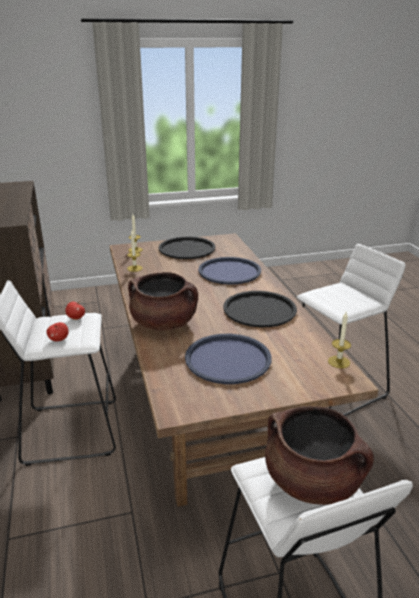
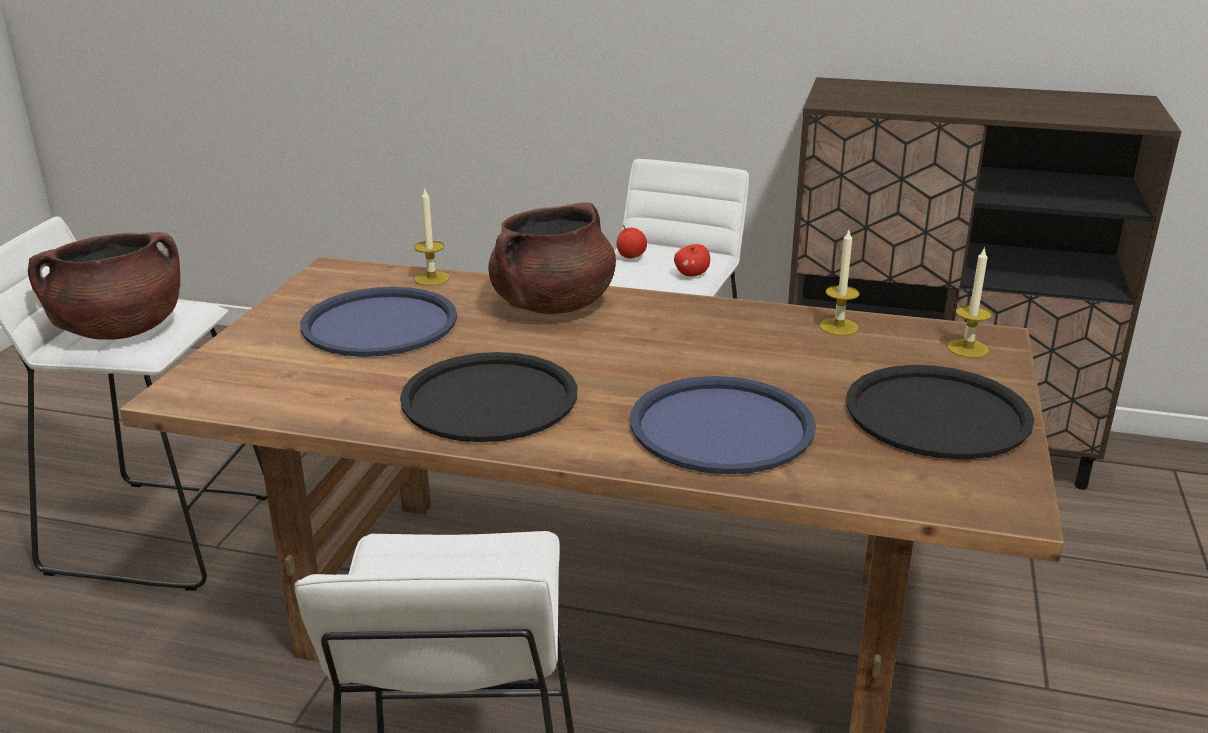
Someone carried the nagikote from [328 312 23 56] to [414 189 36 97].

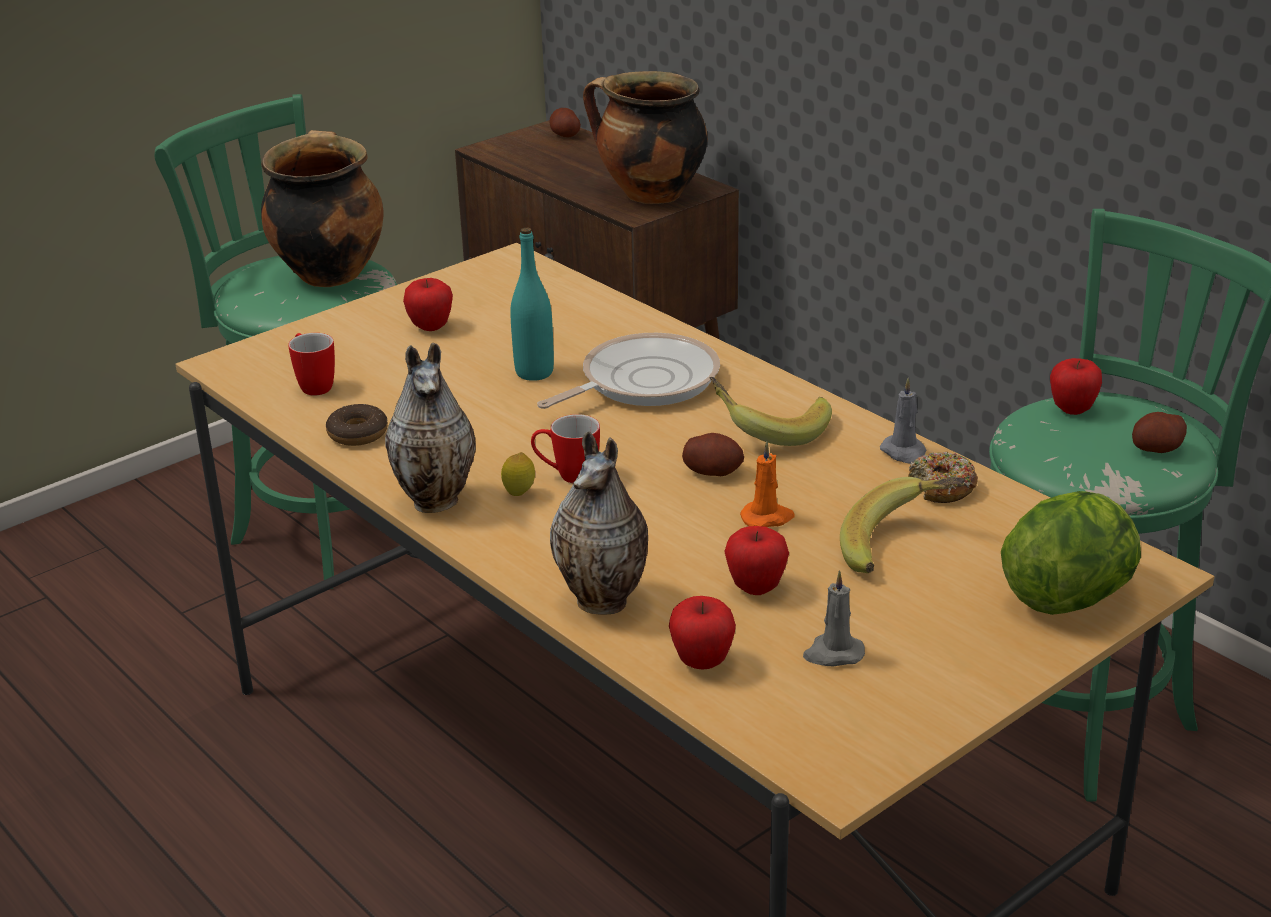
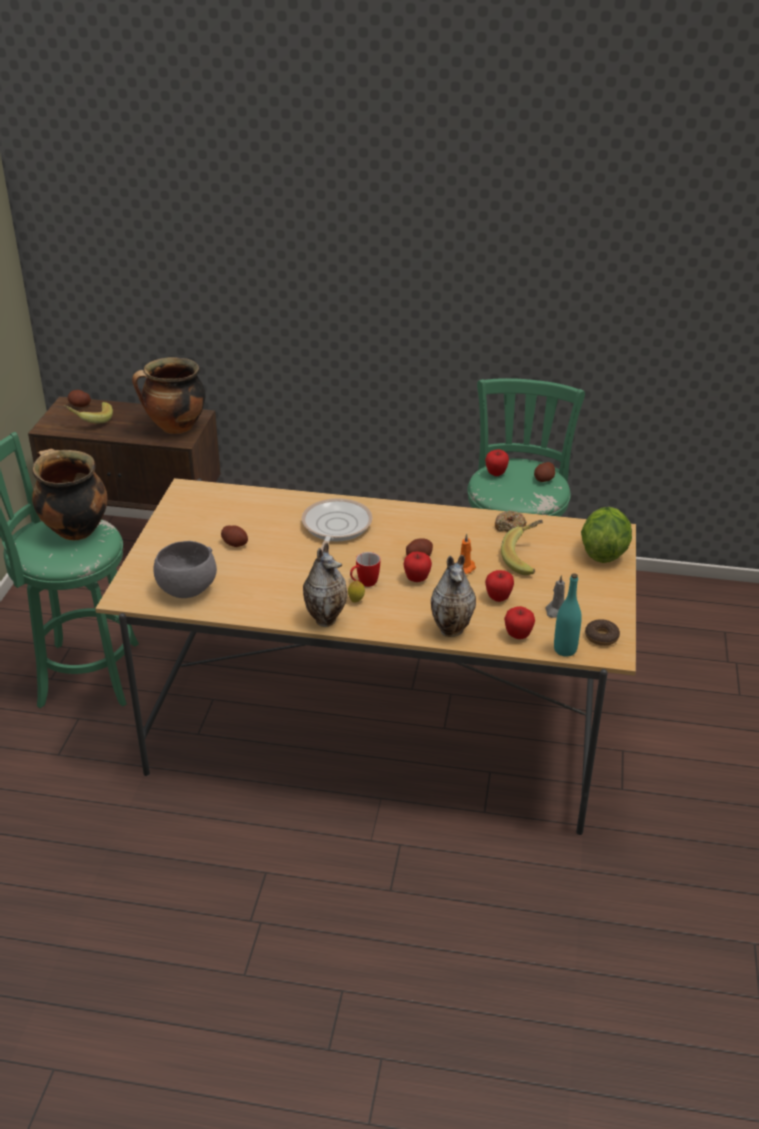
Someone carried the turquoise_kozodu from [510 227 44 154] to [554 573 28 83]. Someone carried the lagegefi from [403 278 50 53] to [404 552 28 30]. Someone swapped the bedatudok at [288 333 47 63] for the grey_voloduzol at [153 541 64 57]. Someone carried the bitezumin from [709 377 123 69] to [64 402 49 21]. Someone took away the grey_nagikote at [880 378 46 86]. Someone carried the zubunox from [326 404 62 42] to [585 619 35 27]. Someone put down the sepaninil at [221 525 27 22].

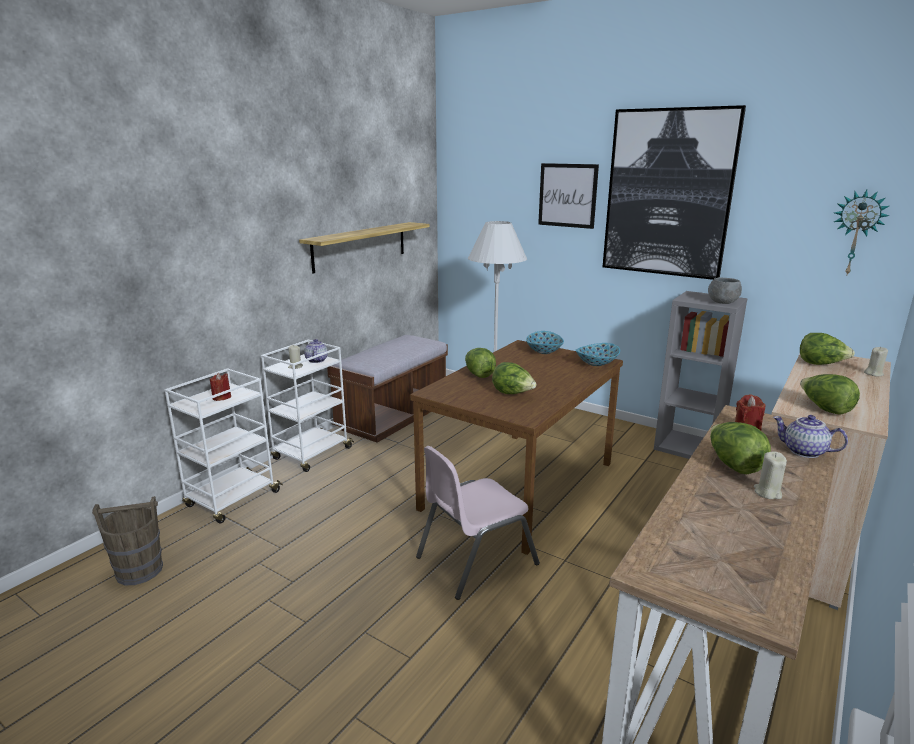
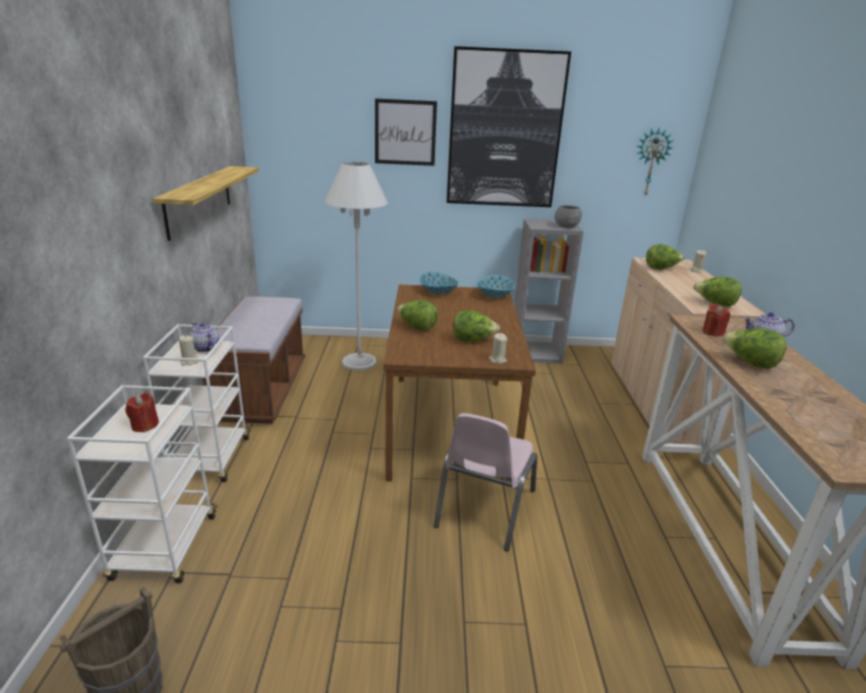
Someone carried the beige_nagikote from [754 451 33 48] to [489 333 18 31].

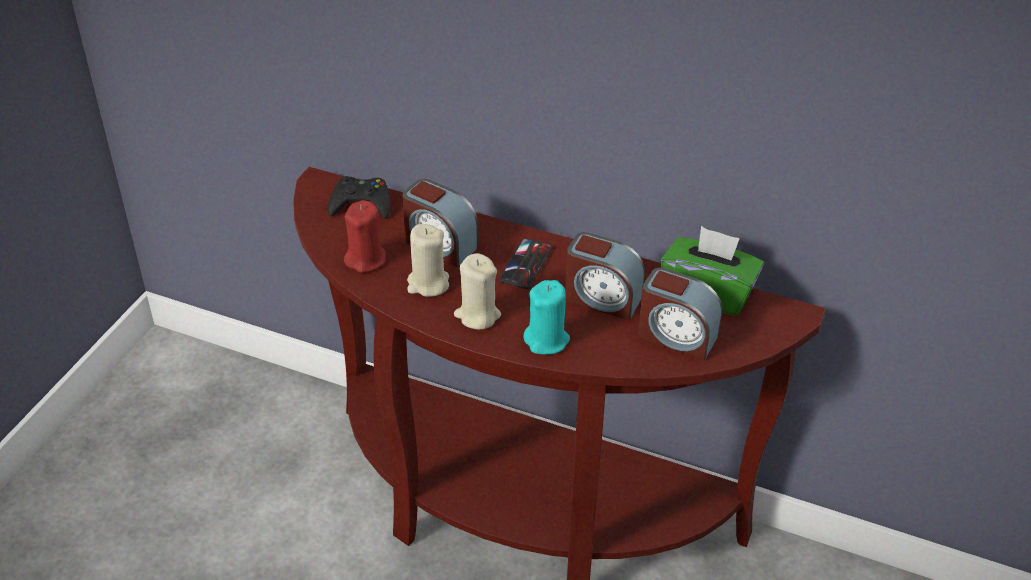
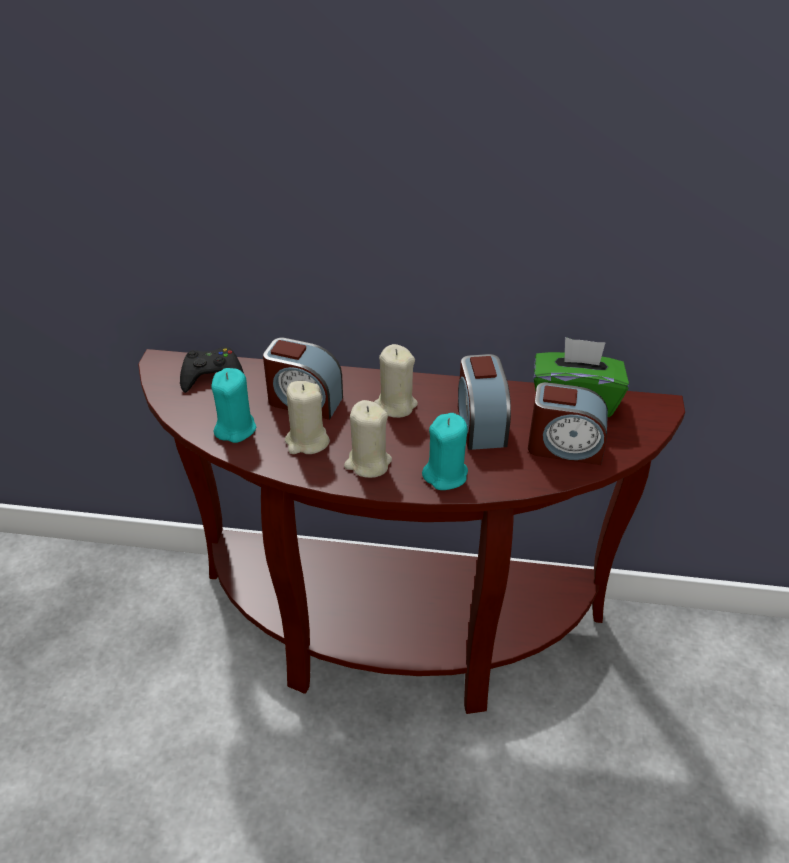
Someone repainted the red_nagikote at [344 200 42 73], which became the turquoise_nagikote at [211 368 45 75]. Someone rotated the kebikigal at [565 232 80 88] by 75 degrees clockwise. Someone swapped the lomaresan at [499 238 53 51] for the beige_nagikote at [374 344 44 74].

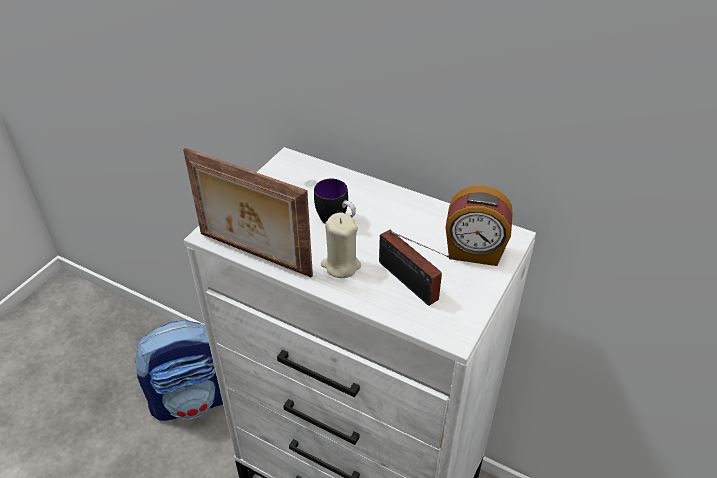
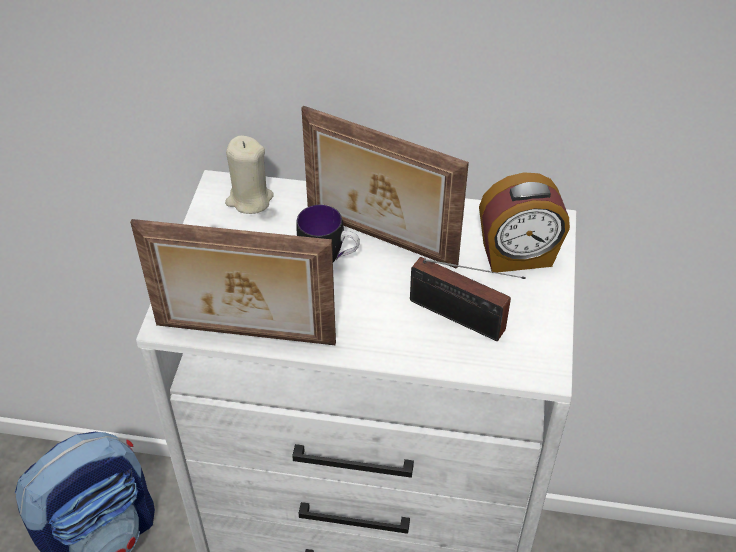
Someone carried the beige_nagikote from [321 213 40 65] to [225 135 48 79]. Someone put down the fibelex at [301 106 168 163].

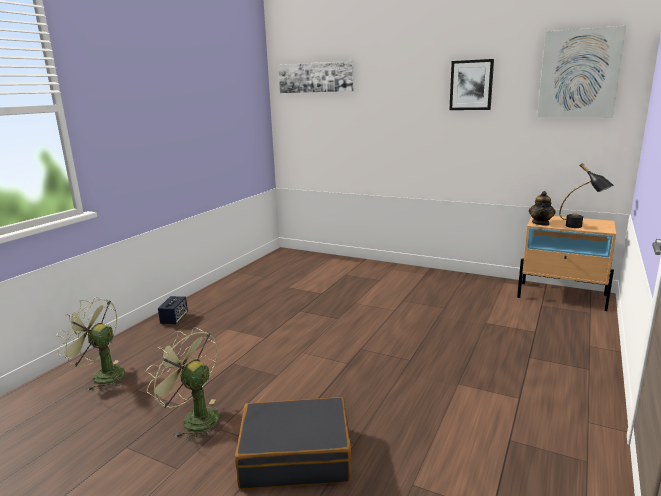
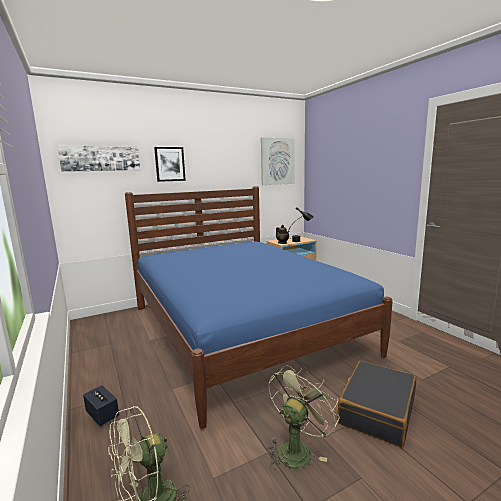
Someone carried the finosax from [449 59 45 51] to [154 147 32 35]. Someone rotated the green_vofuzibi at [146 327 73 113] by 150 degrees clockwise. Someone put down the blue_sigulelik at [125 186 268 243].

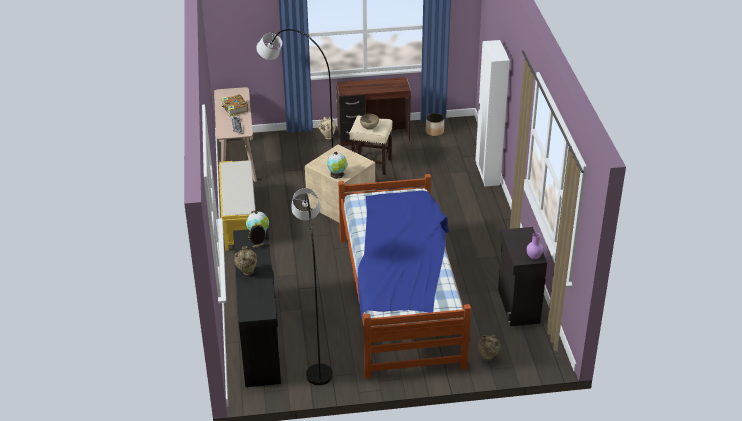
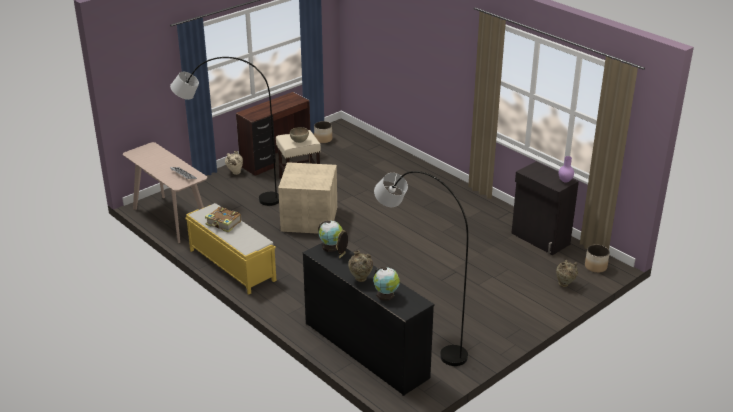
Someone took away the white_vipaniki at [475 40 35 147]. Someone carried the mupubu from [221 94 27 23] to [205 207 36 26]. Someone carried the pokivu from [327 152 20 27] to [373 267 27 34]. Someone took away the sigulelik at [338 174 133 205]. Someone put down the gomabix at [585 244 25 29].

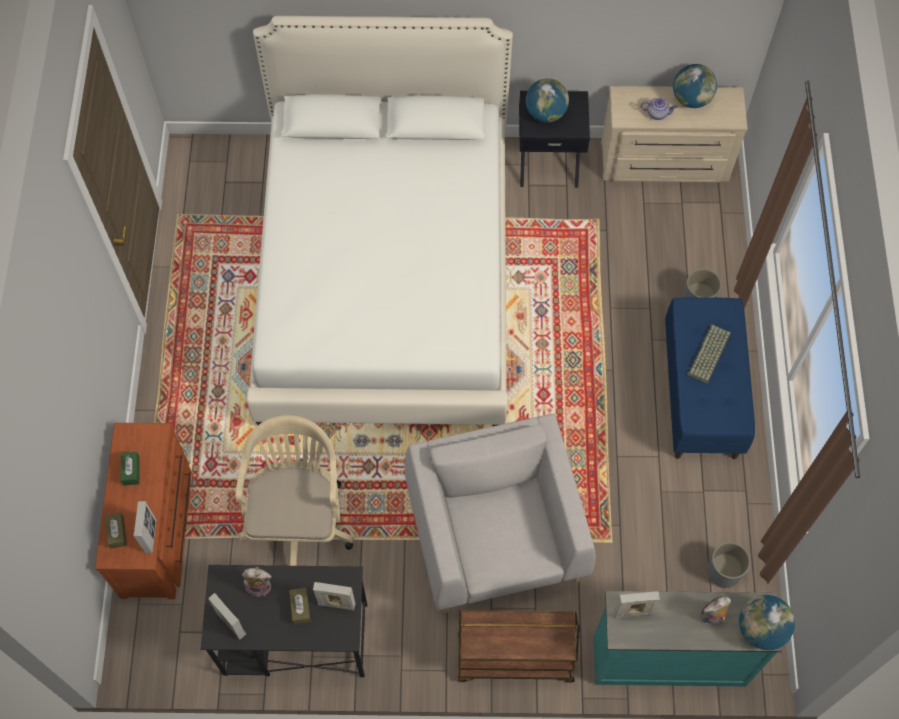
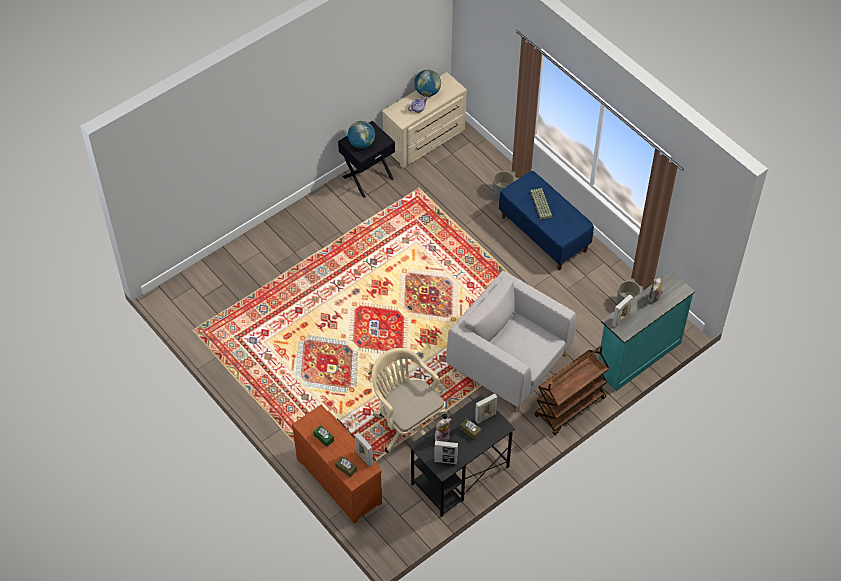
Someone took away the white_sigulelik at [246 16 267 410]. Someone took away the pokivu at [739 595 56 55].

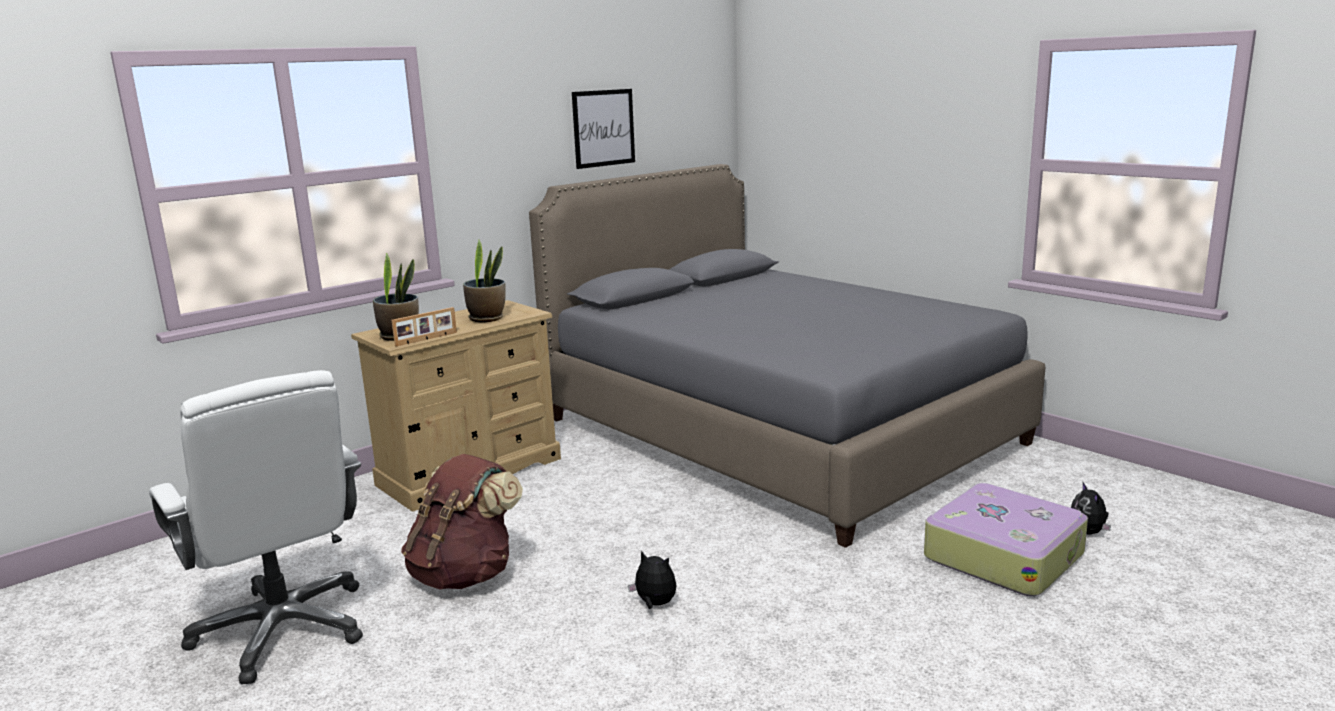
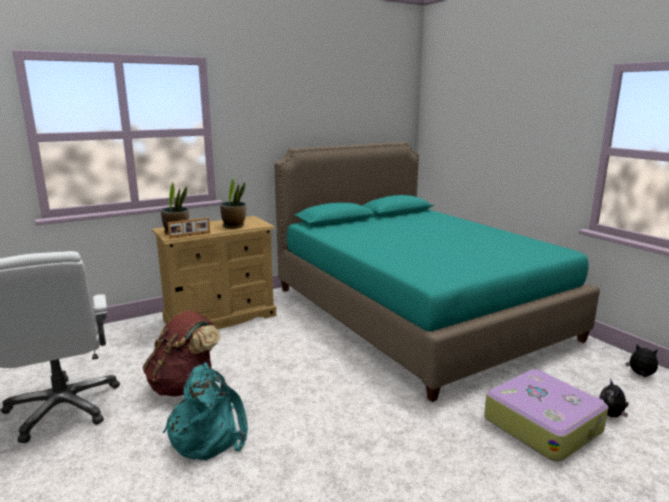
Someone took away the finosax at [572 89 63 80]. Someone repainted the grey_sigulelik at [529 164 516 384], which became the turquoise_sigulelik at [274 142 326 260]. Someone carried the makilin from [628 550 49 59] to [626 344 32 33]. Someone put down the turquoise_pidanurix at [163 362 85 98].

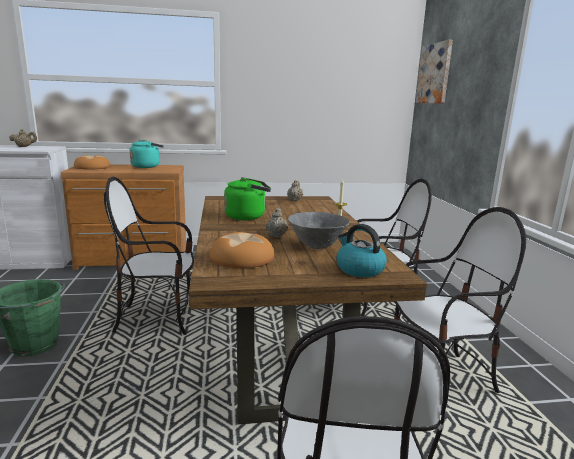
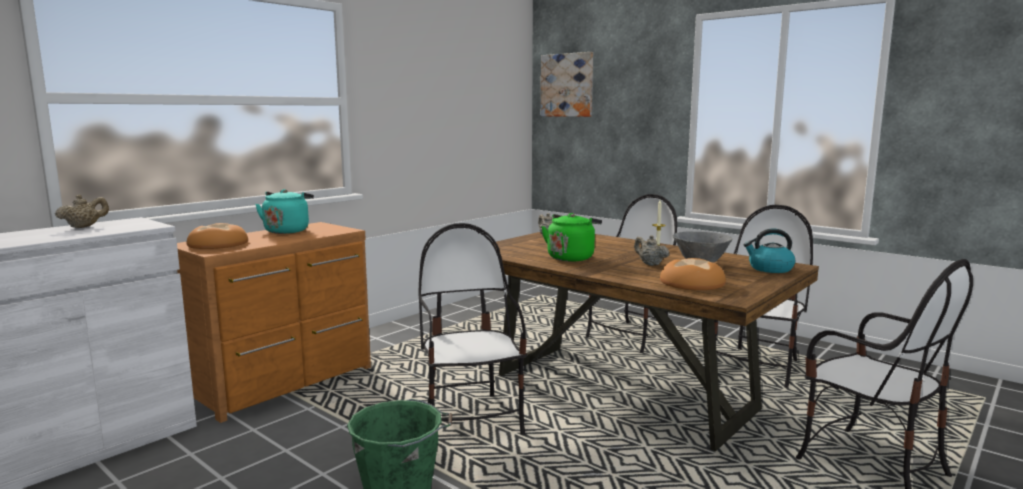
Someone rotated the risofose at [104 177 90 158] by 120 degrees clockwise.

